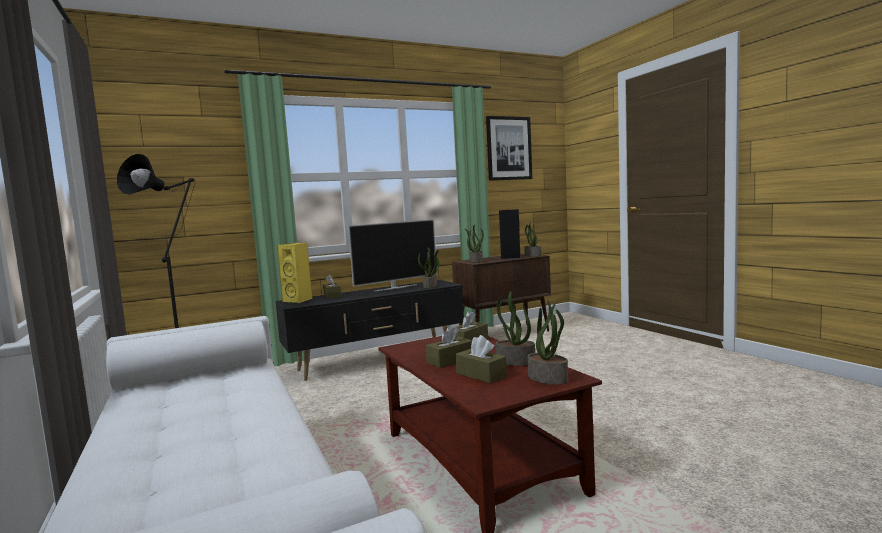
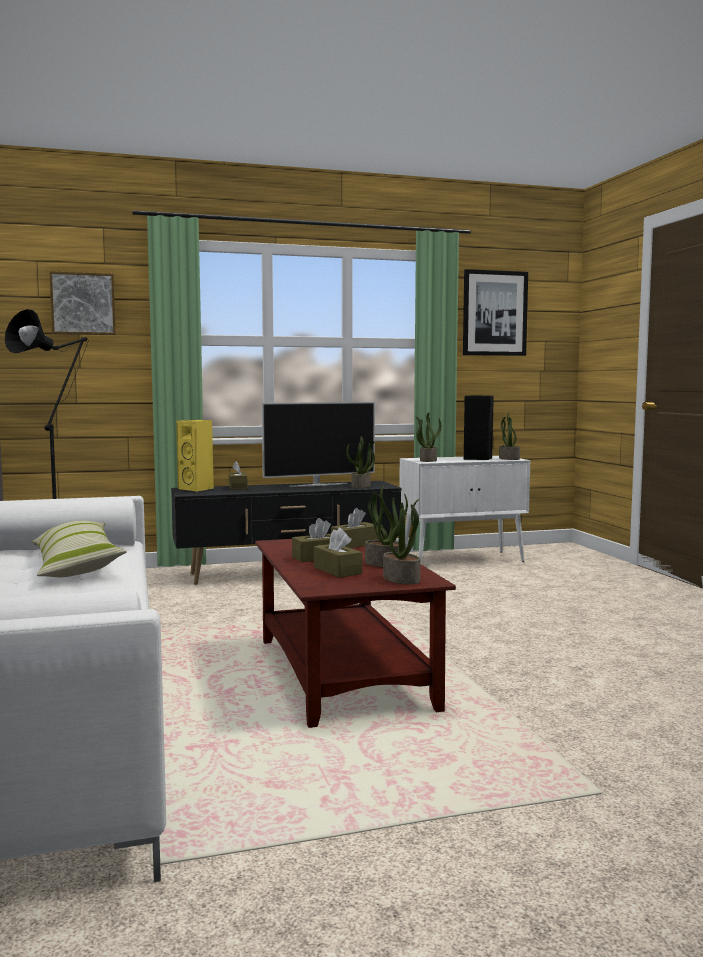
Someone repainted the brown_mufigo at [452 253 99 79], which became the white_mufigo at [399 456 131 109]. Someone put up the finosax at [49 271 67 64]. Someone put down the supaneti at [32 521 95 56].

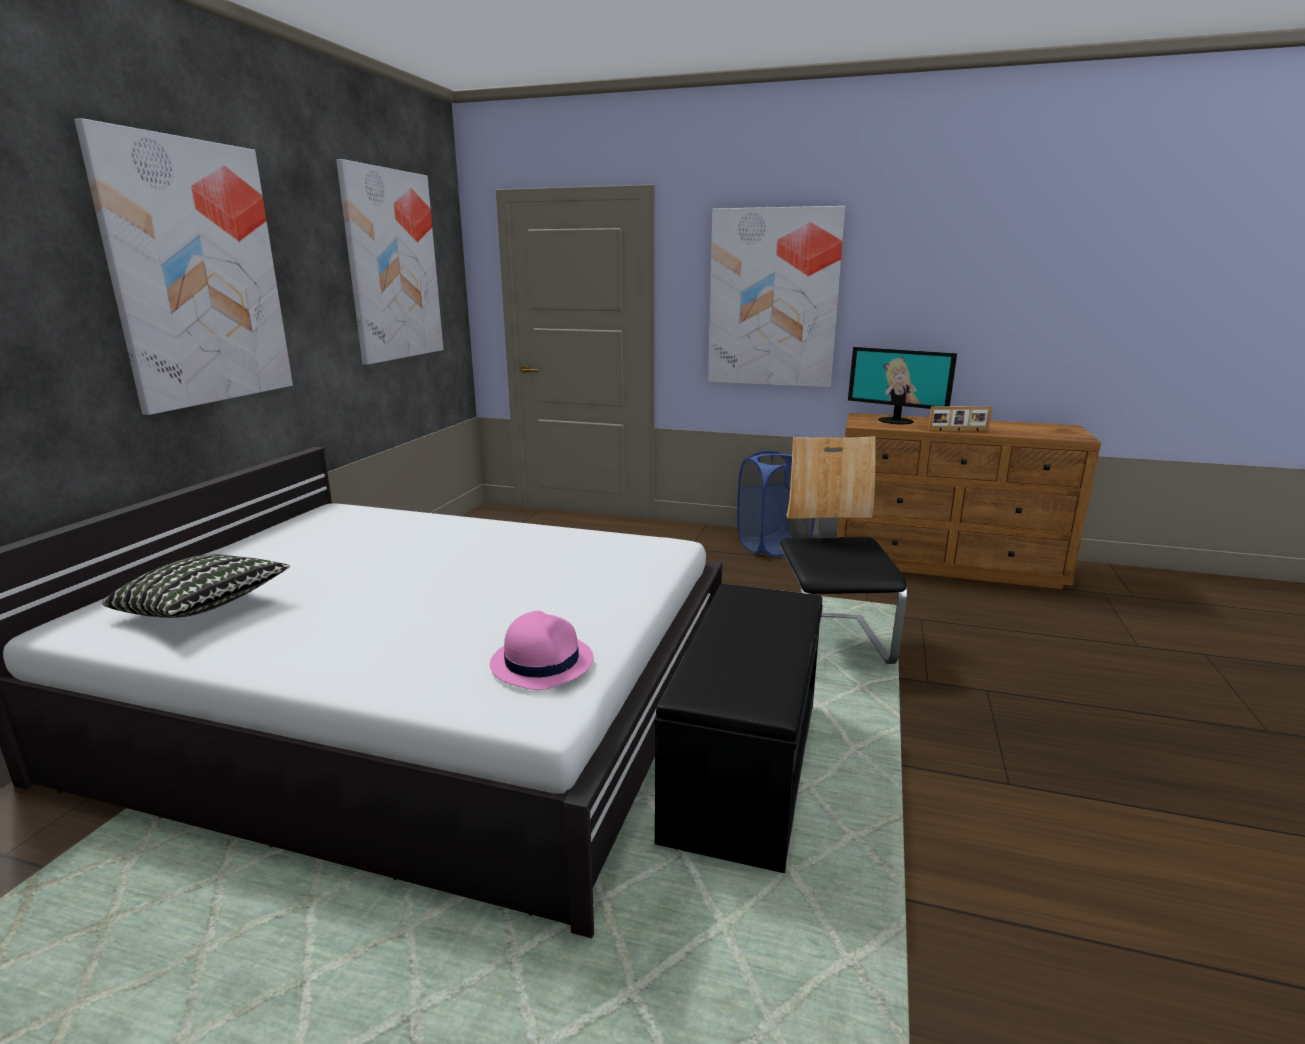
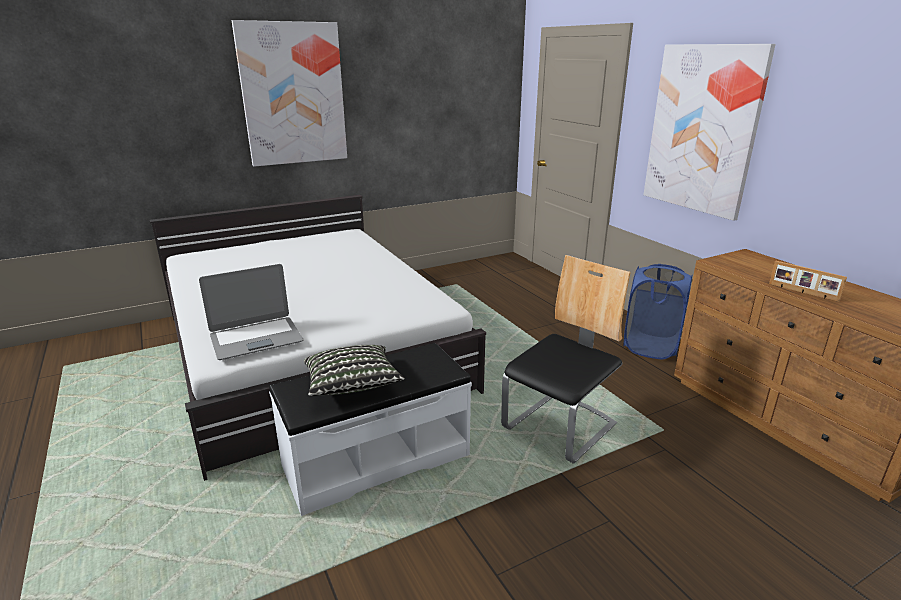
Someone took away the finosax at [336 159 108 206]. Someone took away the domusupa at [848 347 109 78]. Someone carried the supaneti from [102 554 188 64] to [304 345 100 51]. Someone repainted the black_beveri at [654 584 169 289], which became the white_beveri at [269 343 203 173]. Someone swapped the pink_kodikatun at [490 611 103 79] for the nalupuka at [199 264 104 96].

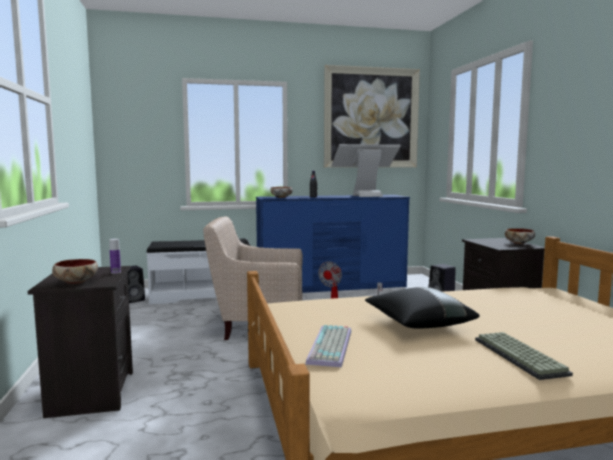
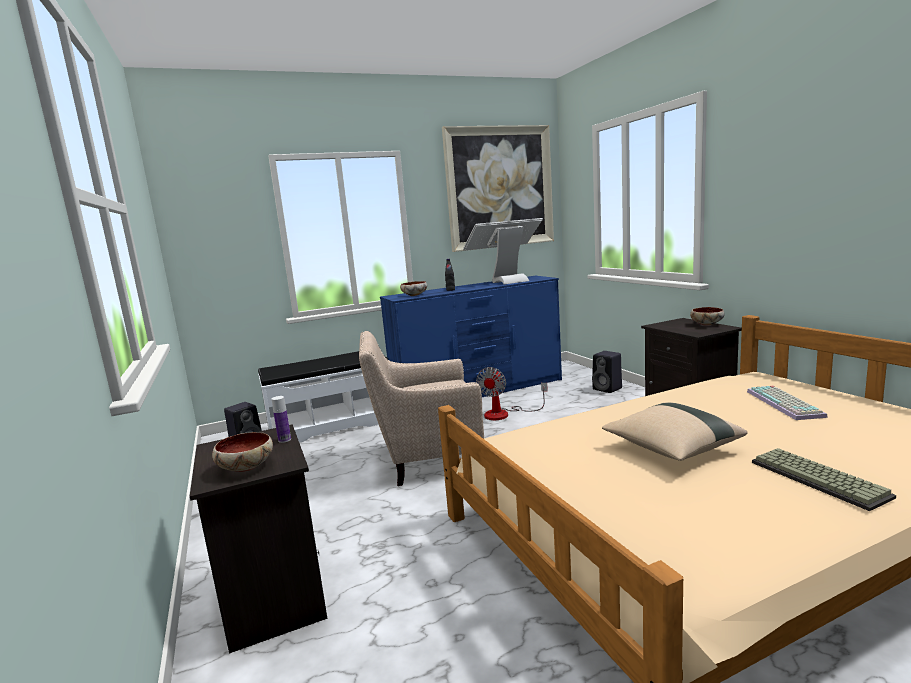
Someone repainted the black_supaneti at [365 287 115 42], which became the beige_supaneti at [602 402 146 59]. Someone carried the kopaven from [305 325 46 42] to [747 386 81 34].

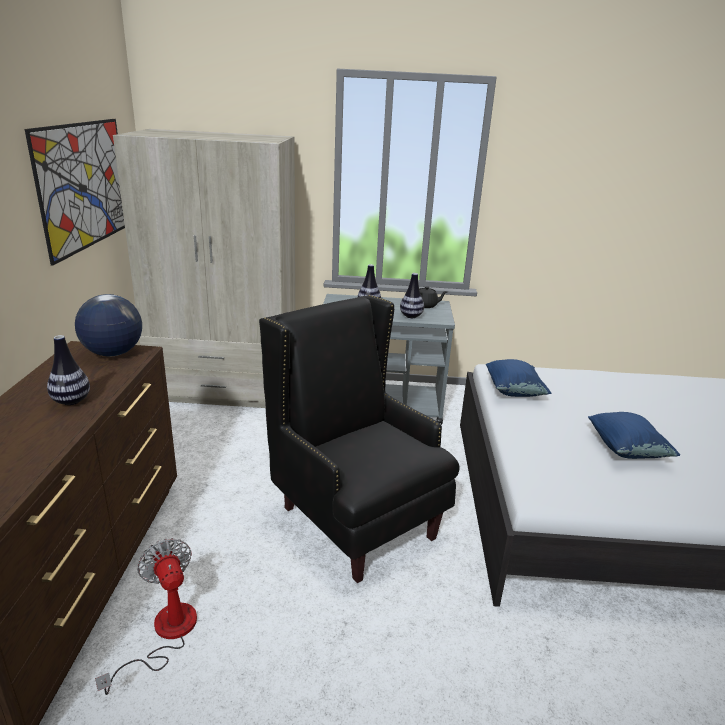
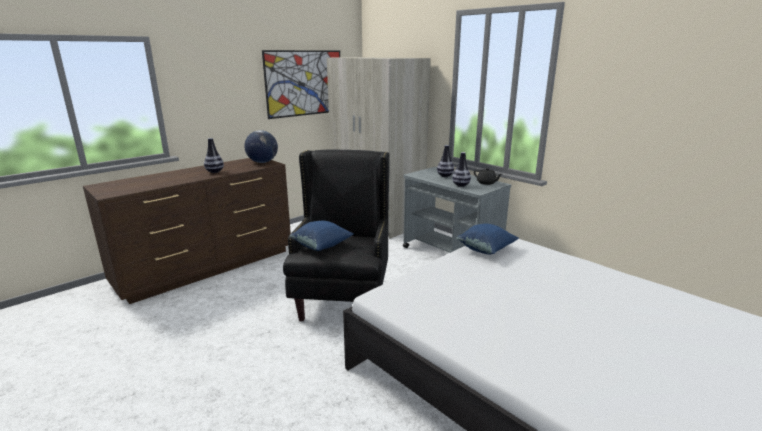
Someone carried the blue_supaneti from [588 412 92 47] to [289 221 64 30]. Someone took away the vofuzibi at [95 538 102 157].

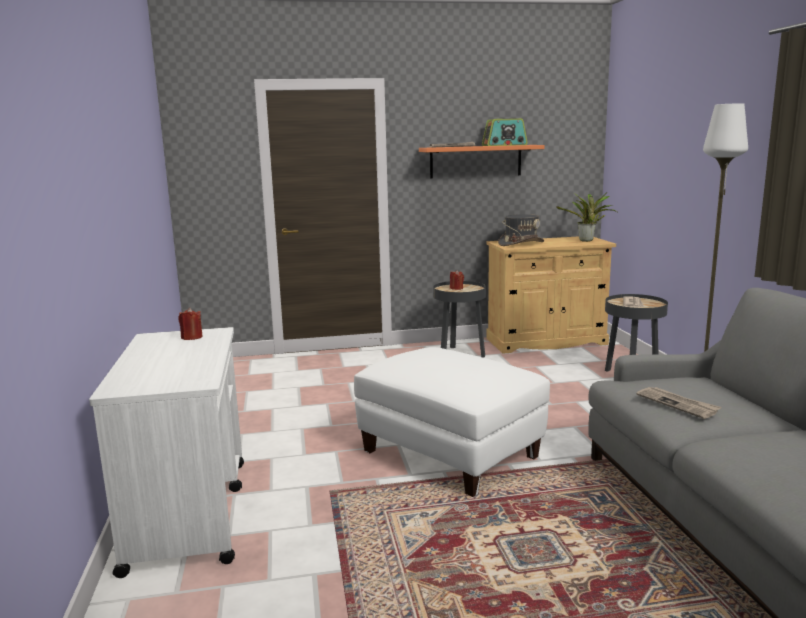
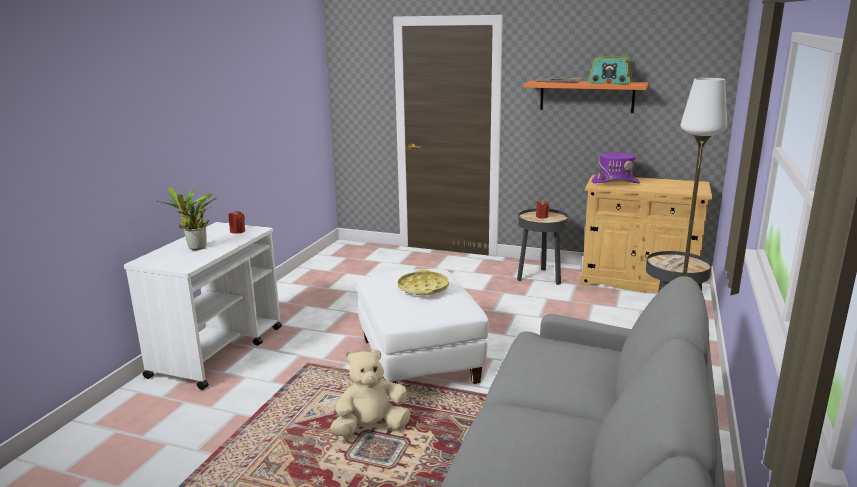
Someone carried the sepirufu from [556 192 61 50] to [156 188 60 62]. Someone repainted the grey_kodikatun at [498 214 46 32], which became the purple_kodikatun at [591 152 49 31]. Someone took away the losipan at [636 387 85 32]. Someone put down the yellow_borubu at [398 270 51 25]. Someone put down the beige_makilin at [330 349 80 87].

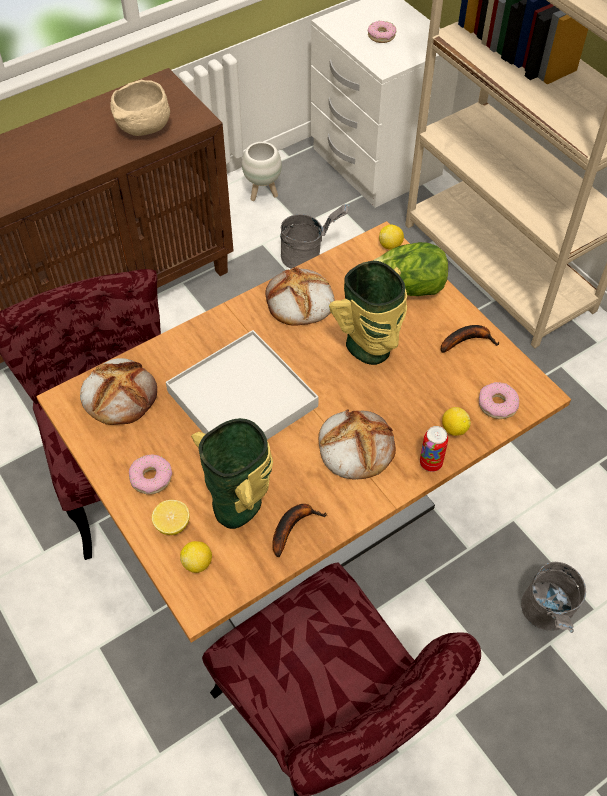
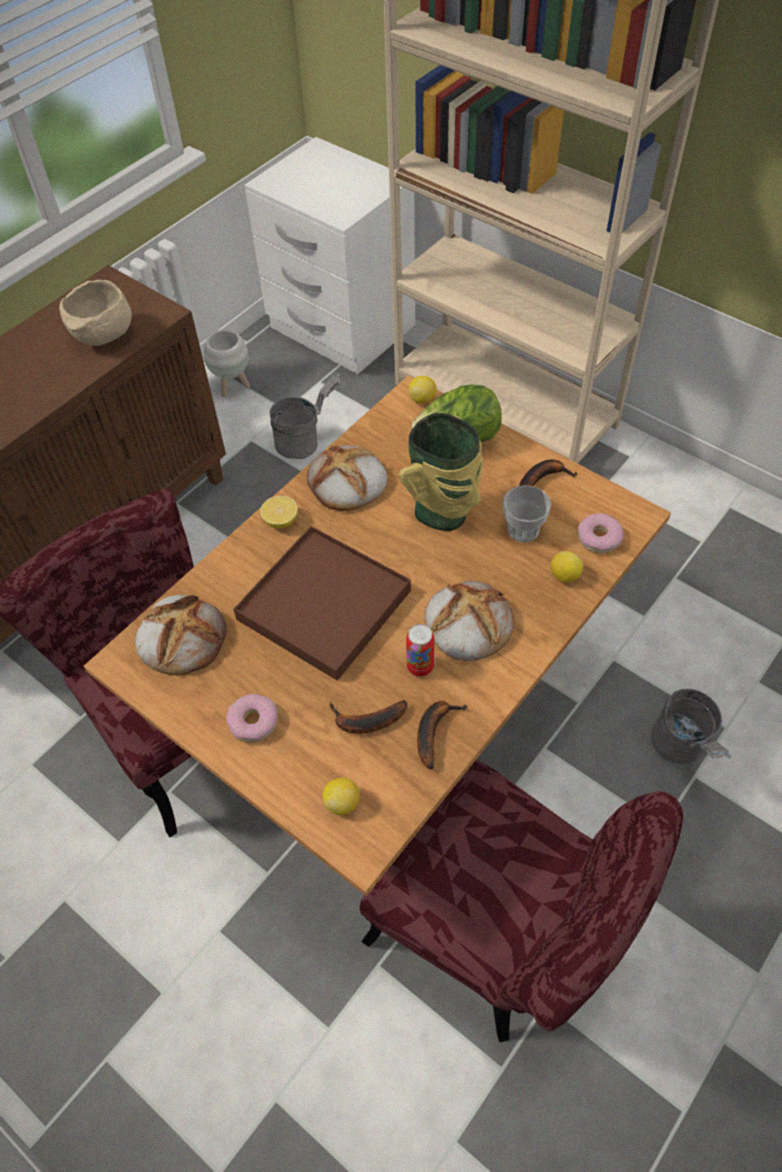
Someone took away the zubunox at [368 21 28 22]. Someone repainted the white_borubu at [166 330 153 110], which became the brown_borubu at [233 526 178 155]. Someone swapped the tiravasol at [191 418 82 111] for the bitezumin at [330 700 77 34]. Someone carried the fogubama from [420 426 28 46] to [406 624 28 53]. Someone carried the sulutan from [152 500 38 35] to [260 496 38 32]. Someone put down the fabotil at [503 485 48 57].

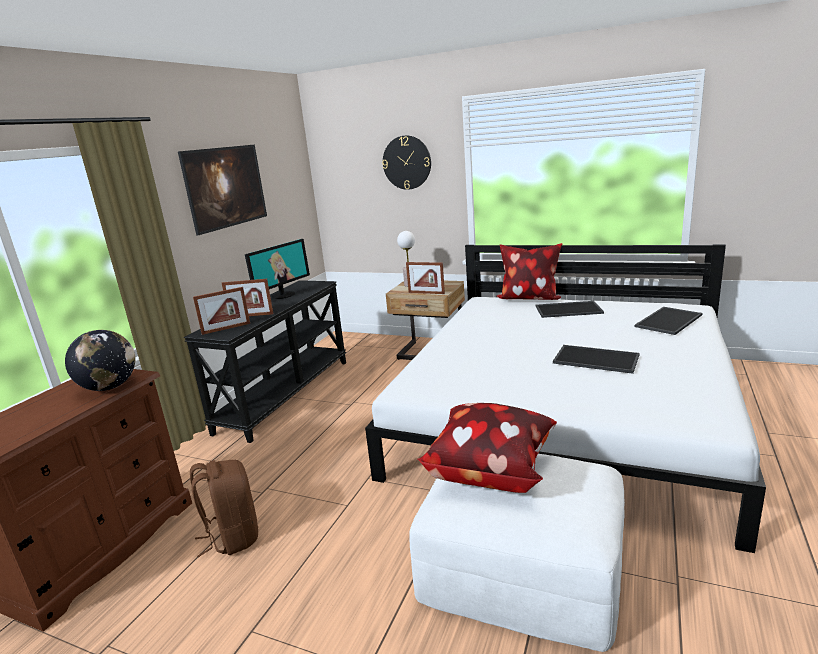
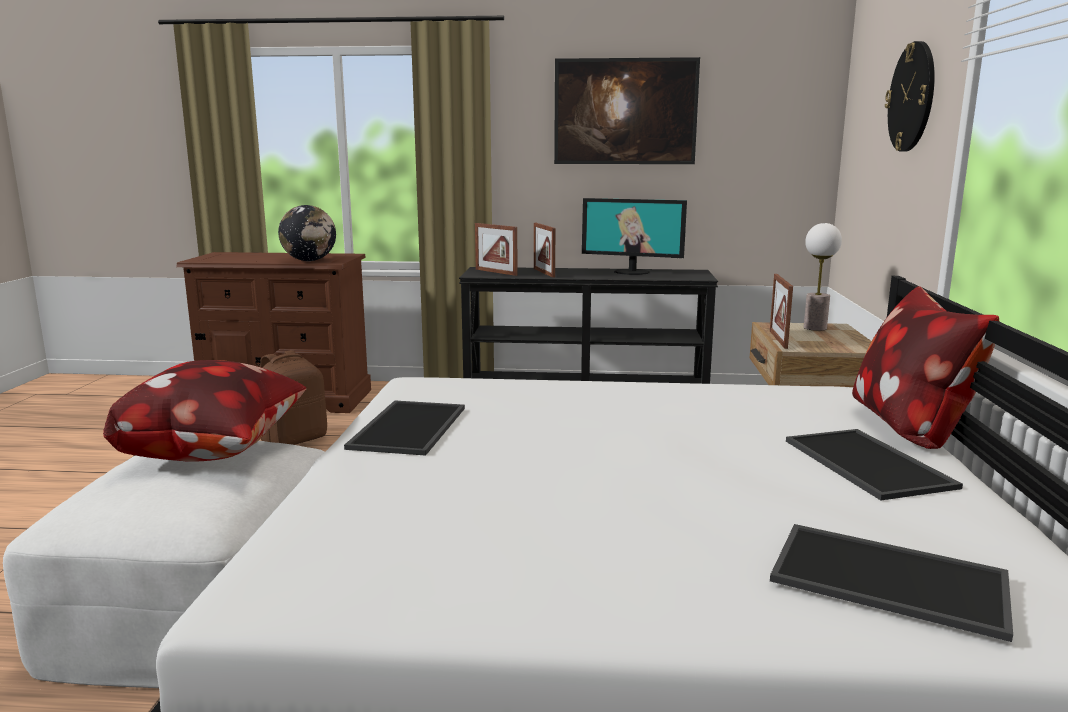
Someone carried the borubu from [553 345 87 29] to [344 400 121 56].

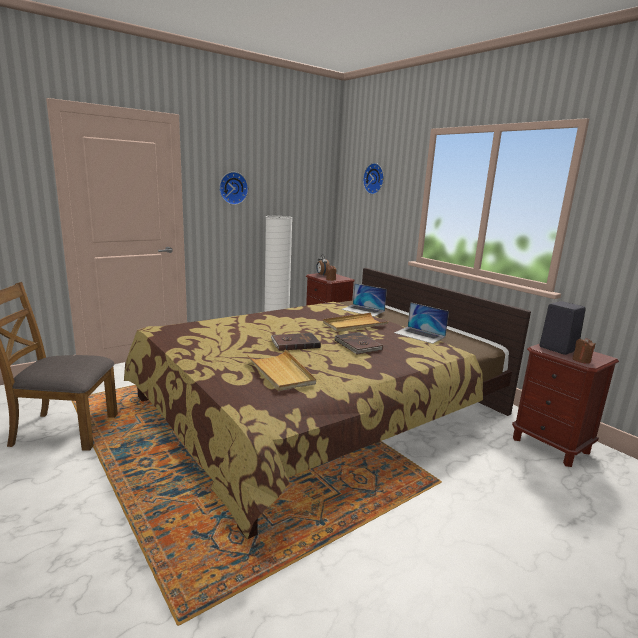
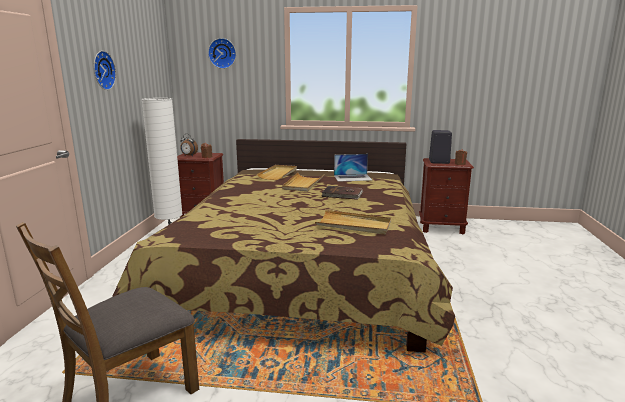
Someone swapped the nalupuka at [342 283 45 34] for the beige_borubu at [257 165 40 15]. Someone took away the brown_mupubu at [271 333 50 18].

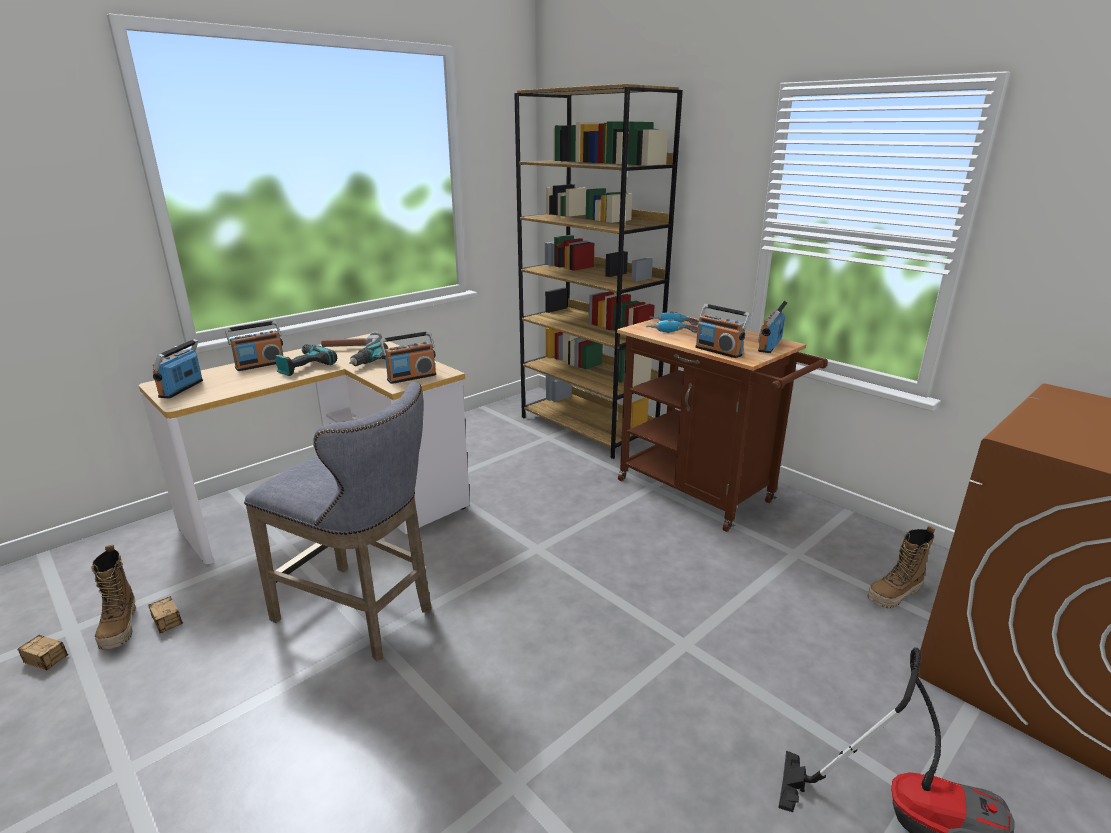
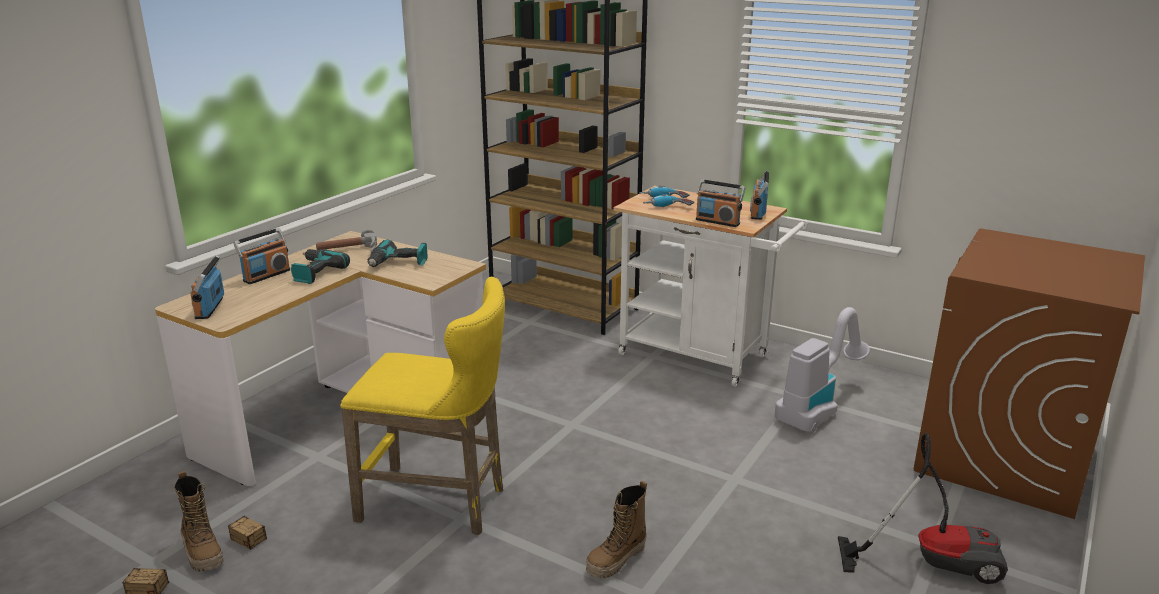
Someone repainted the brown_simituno at [617 316 211 216], which became the white_simituno at [613 186 195 201]. Someone took away the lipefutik at [380 331 56 53]. Someone repainted the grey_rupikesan at [244 382 188 279], which became the yellow_rupikesan at [340 277 165 259]. Someone carried the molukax from [867 526 68 83] to [586 481 61 98]. Someone put down the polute at [774 307 96 127].

